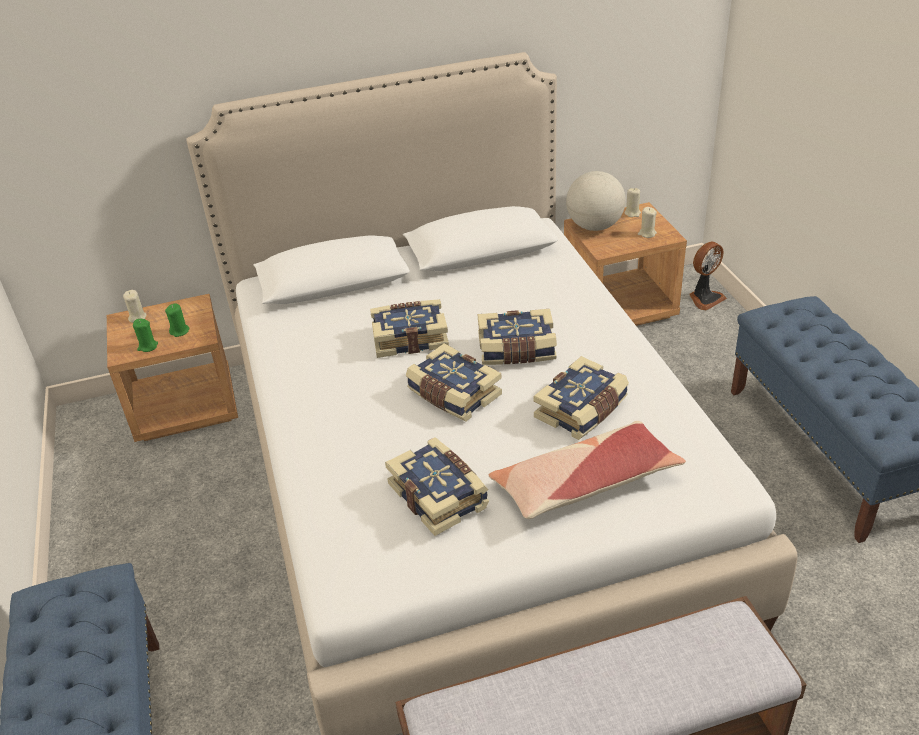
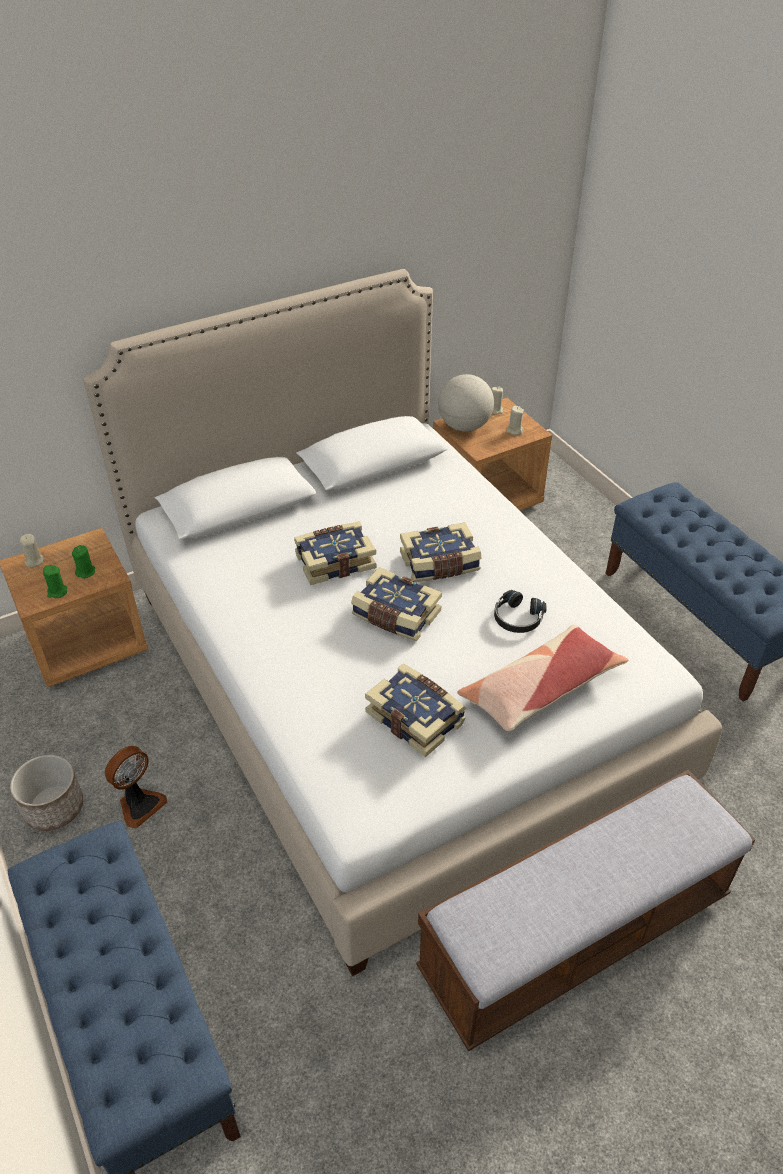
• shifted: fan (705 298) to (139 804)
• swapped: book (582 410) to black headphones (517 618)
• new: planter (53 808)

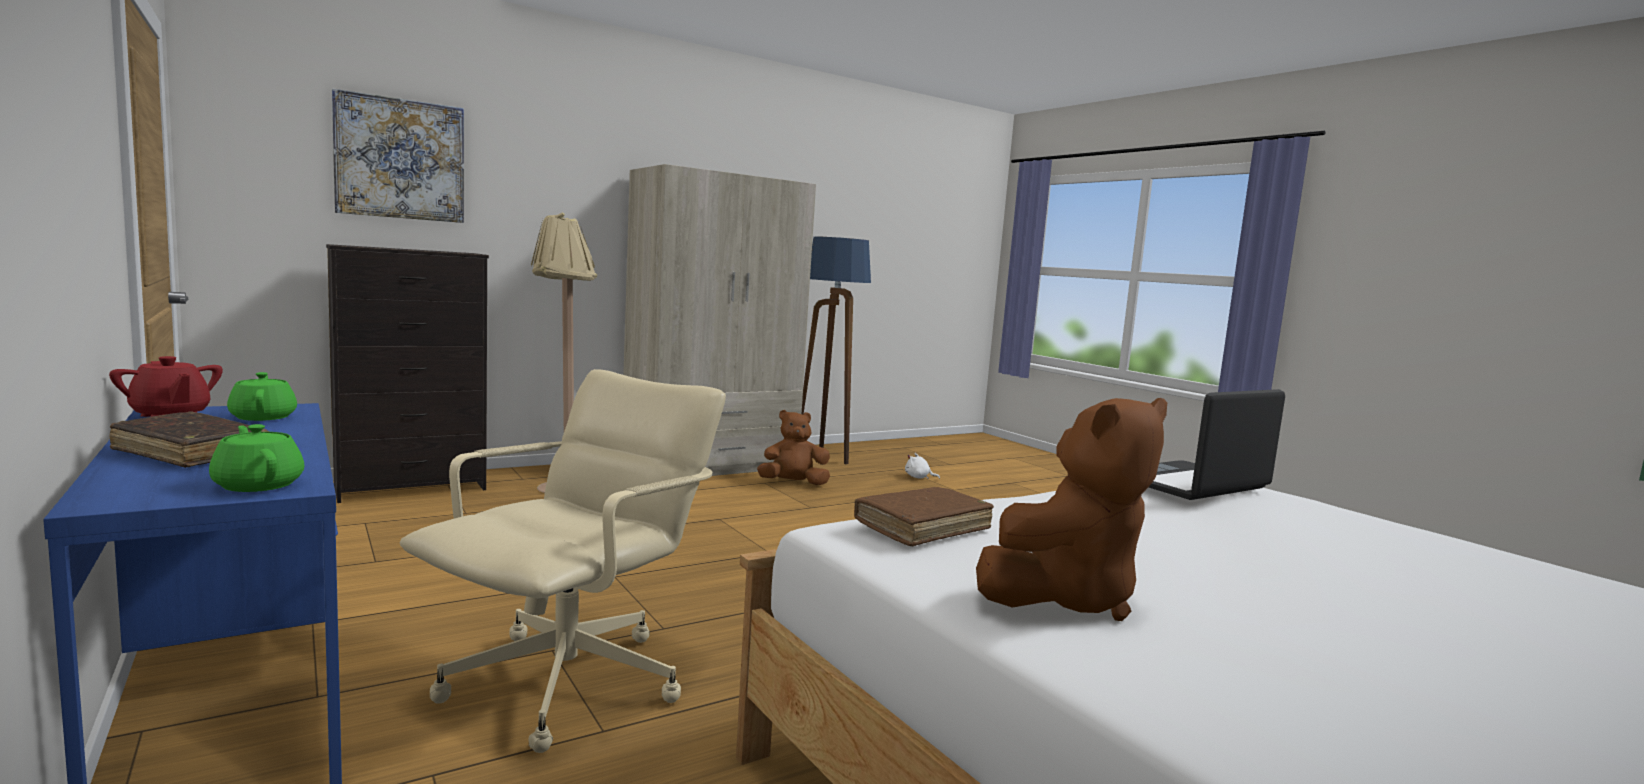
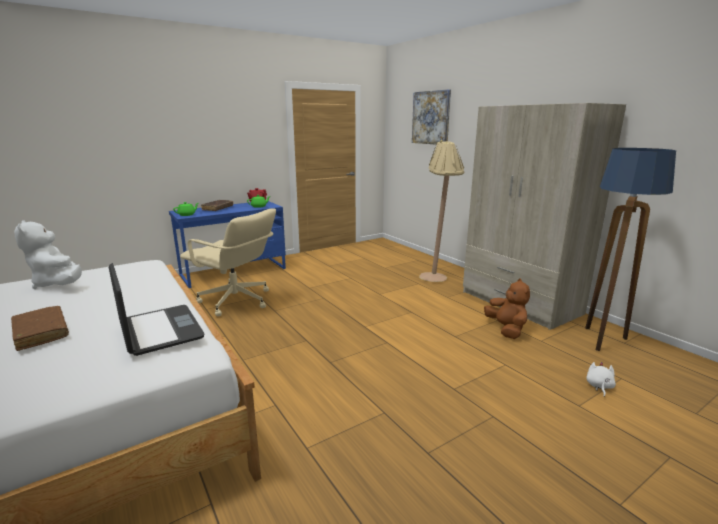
• gone: black dresser (412 487)
• repainted: brown plush toy (1064 597) to white plush toy (58 284)
• shifted: brown book (922 527) to (41 333)

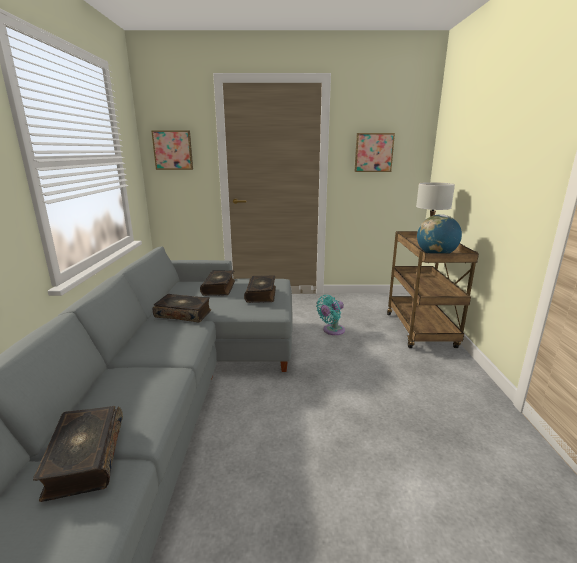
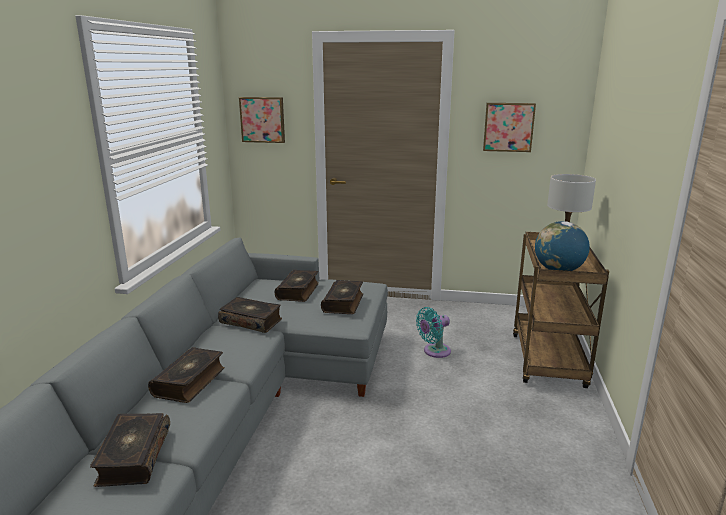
• new: book (190 382)

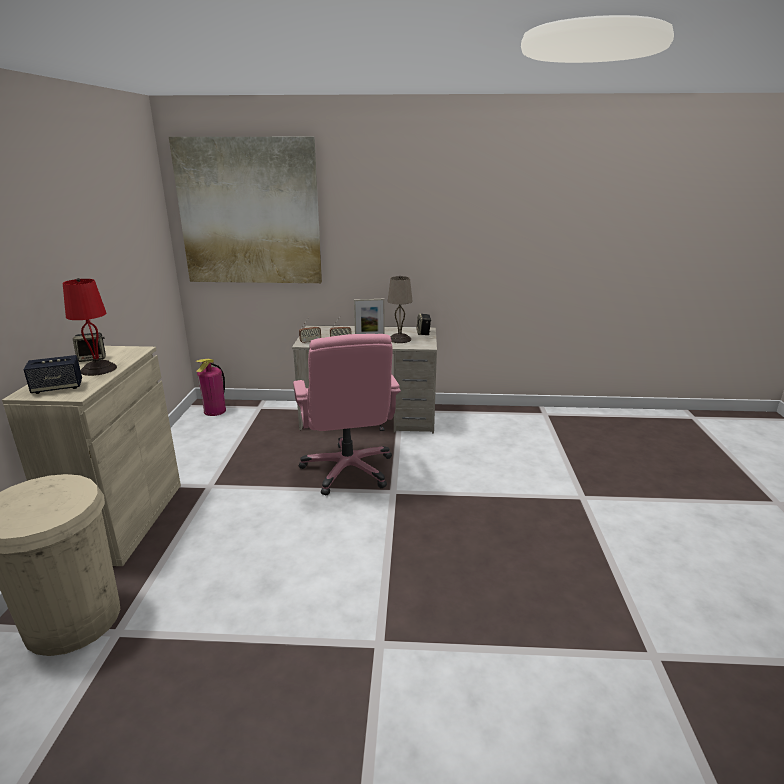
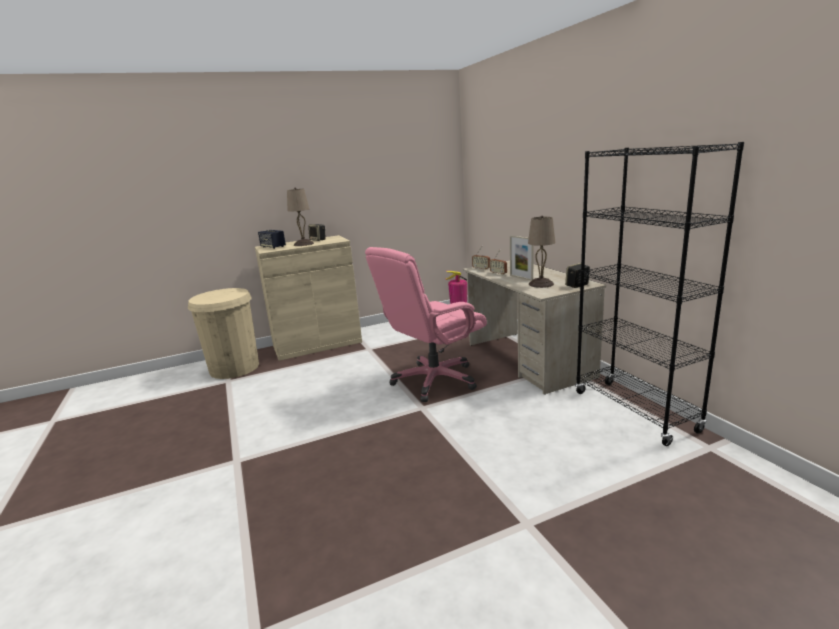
• gone: picture (249 212)
• repainted: red table lamp (97 369) to beige table lamp (303 244)
• new: black bookcase (634 411)

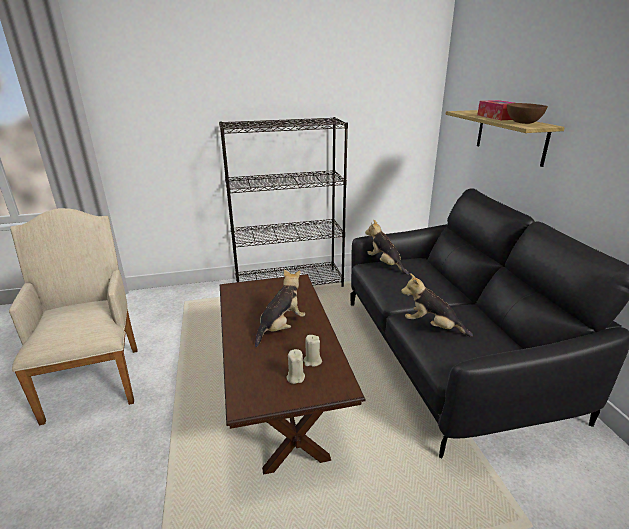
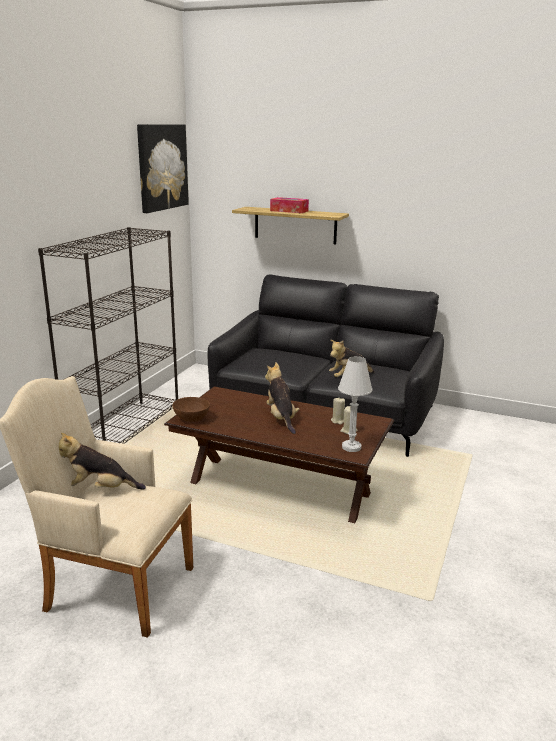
• shifted: brown bowl (523 122) to (191 419)
• shifted: plush toy (385 264) to (99 489)
• new: picture (162 167)
• new: white table lamp (351 447)

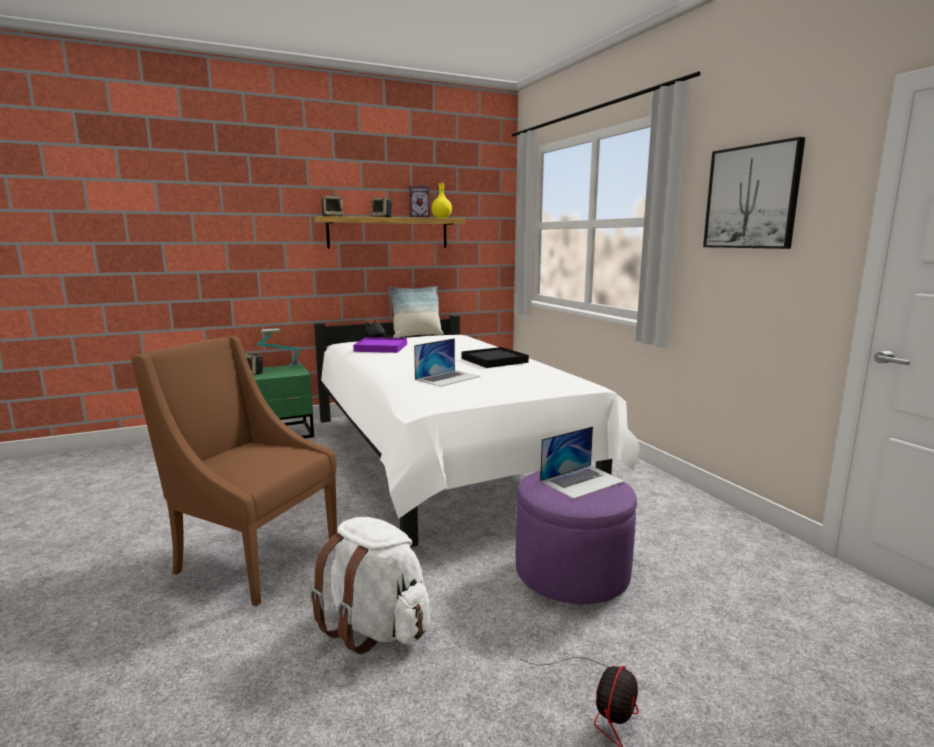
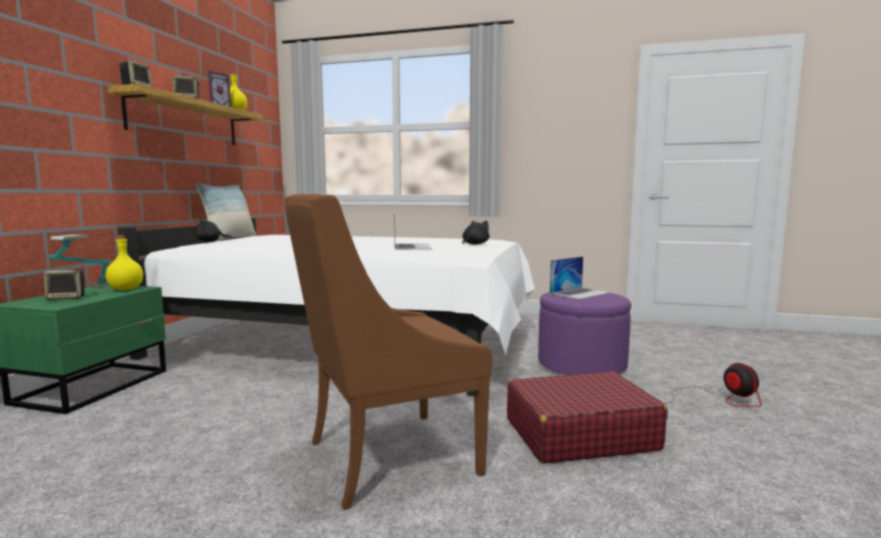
• gone: picture (751 197)
• gone: purple tray (381 348)
• gone: black tray (494 360)
• rotated: laptop (582 481) = (580 293) 45 degrees clockwise
• swapped: white backpack (376 627) to red suitcase (579 434)
• new: black plush toy (474 244)
• new: yellow bottle (125 289)

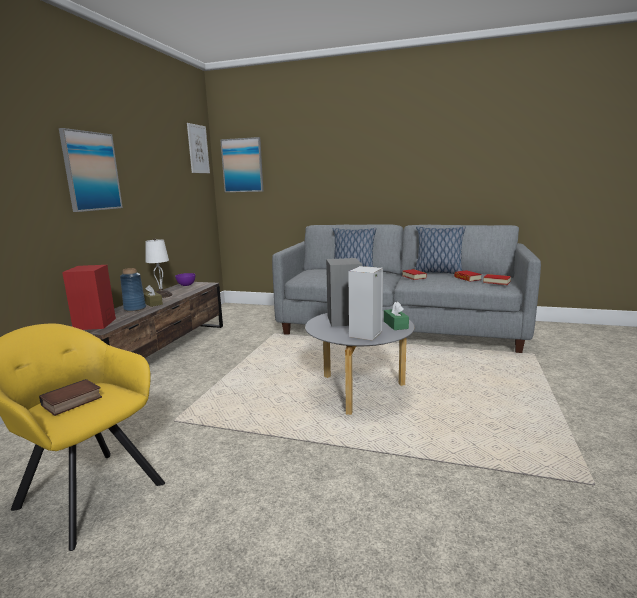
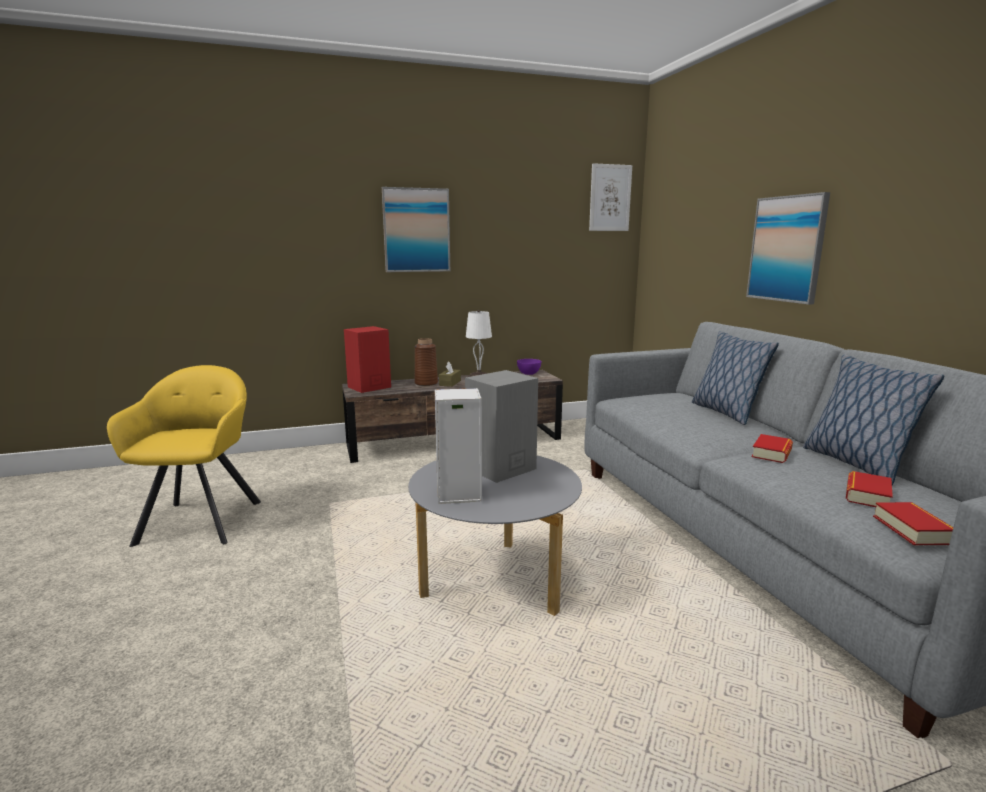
• shifted: picture (242 165) to (787 249)
• repainted: blue vase (135 308) to brown vase (426 383)
• gone: green tissue box (395 325)
• gone: book (72 402)

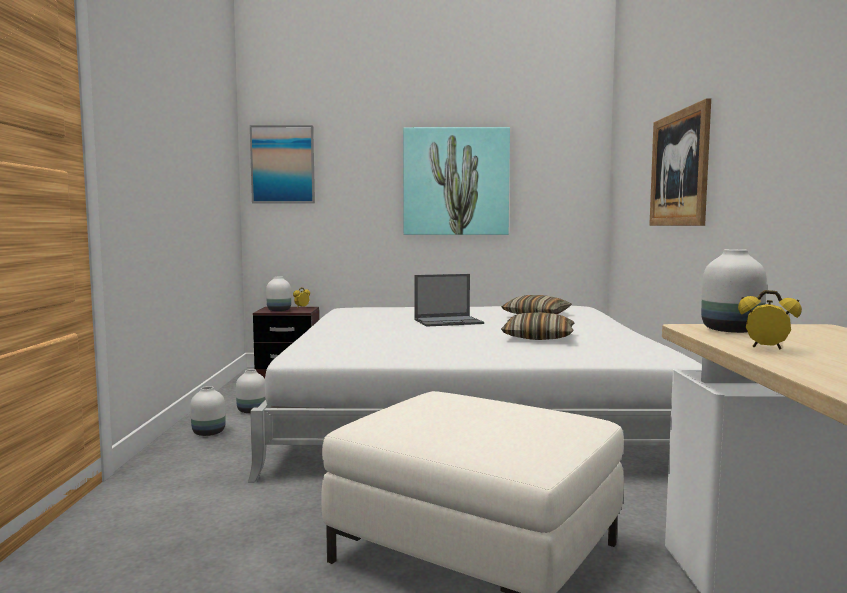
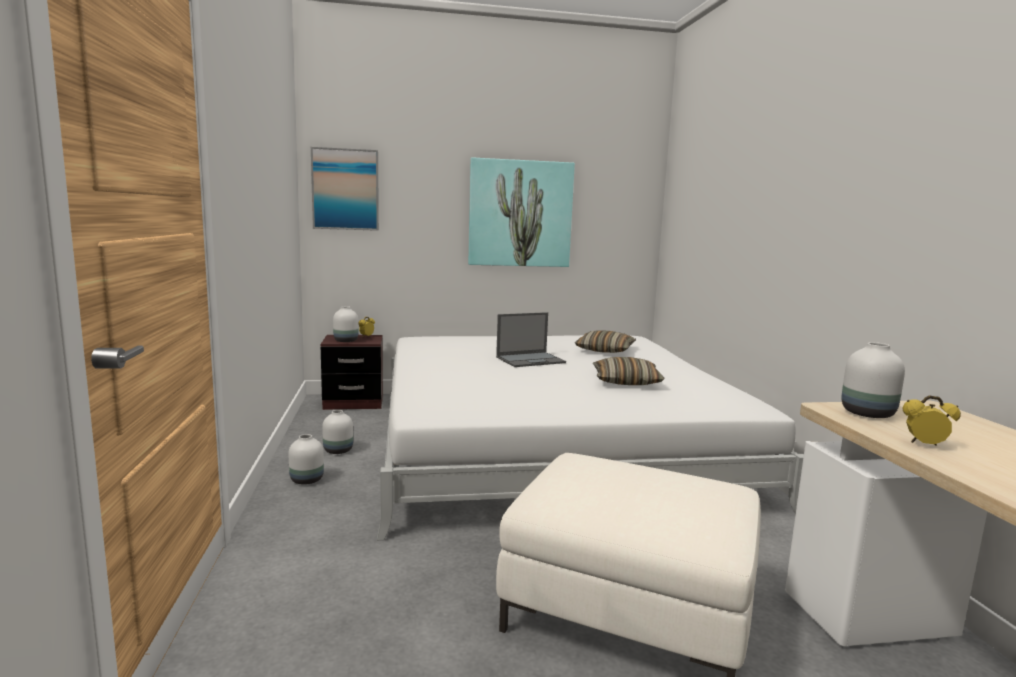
• gone: picture (679 169)

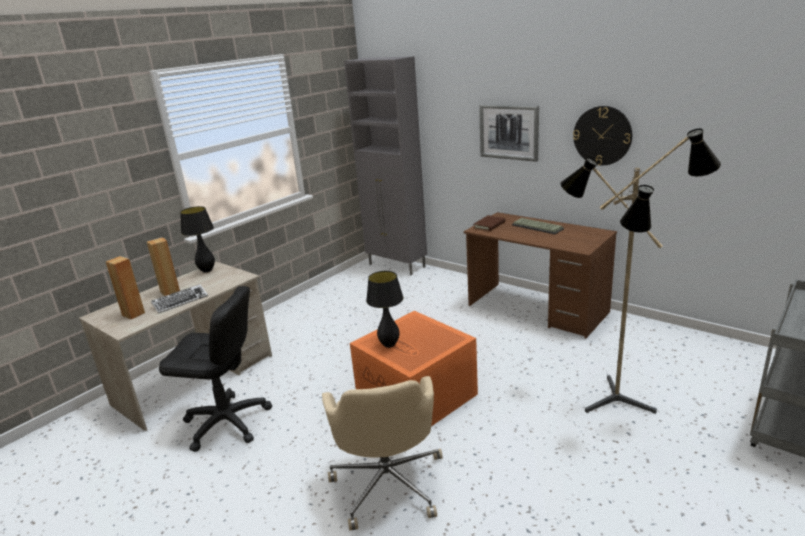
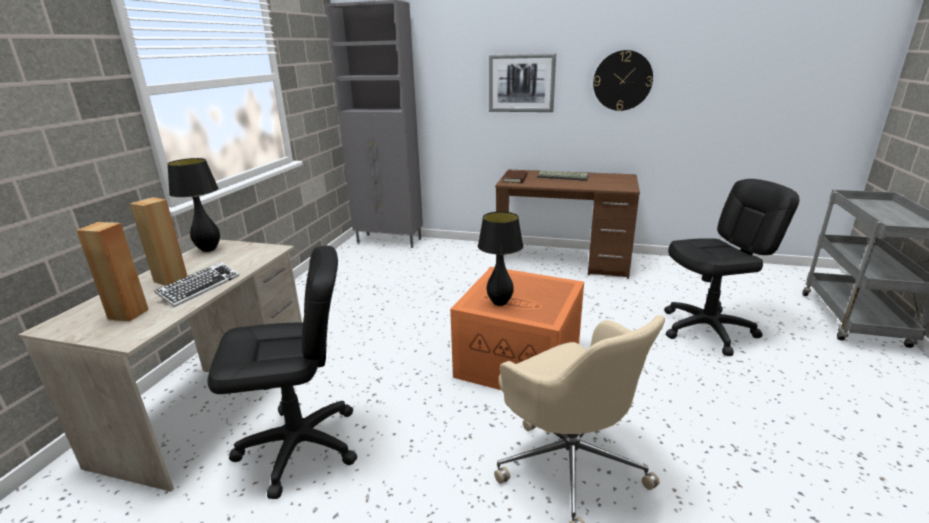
• swapped: floor lamp (614 405) to black office chair (707 330)

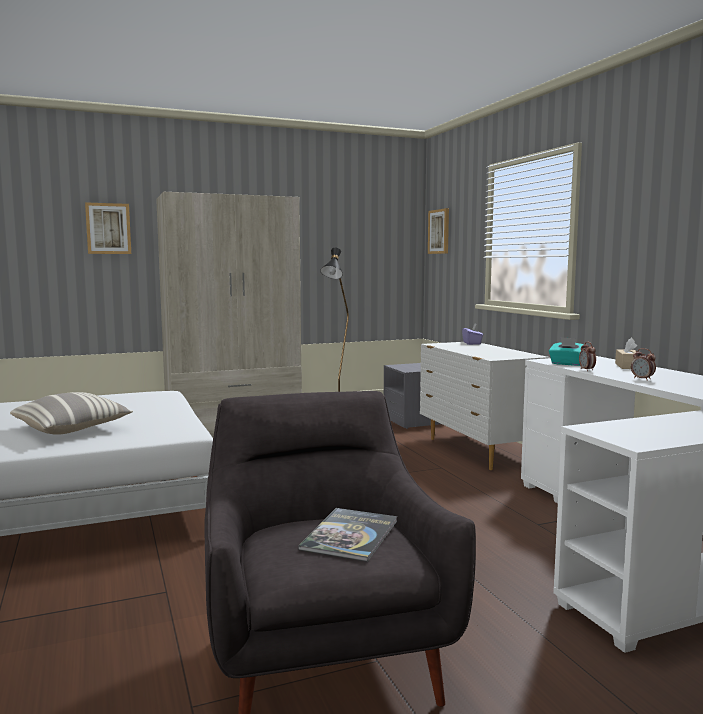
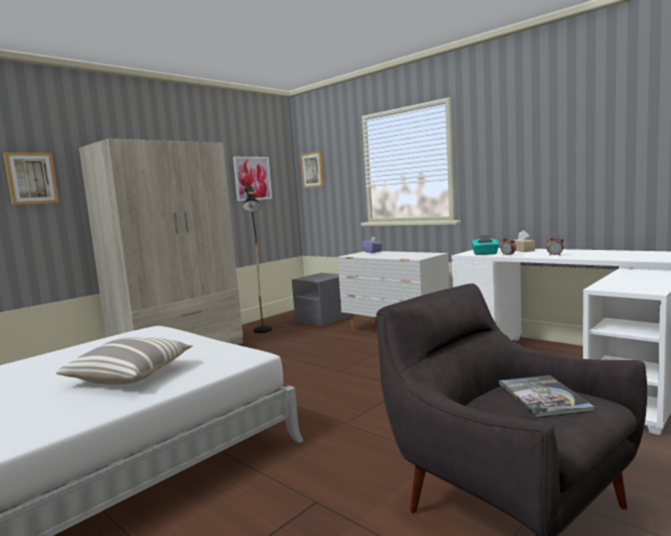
• new: picture (252 178)

